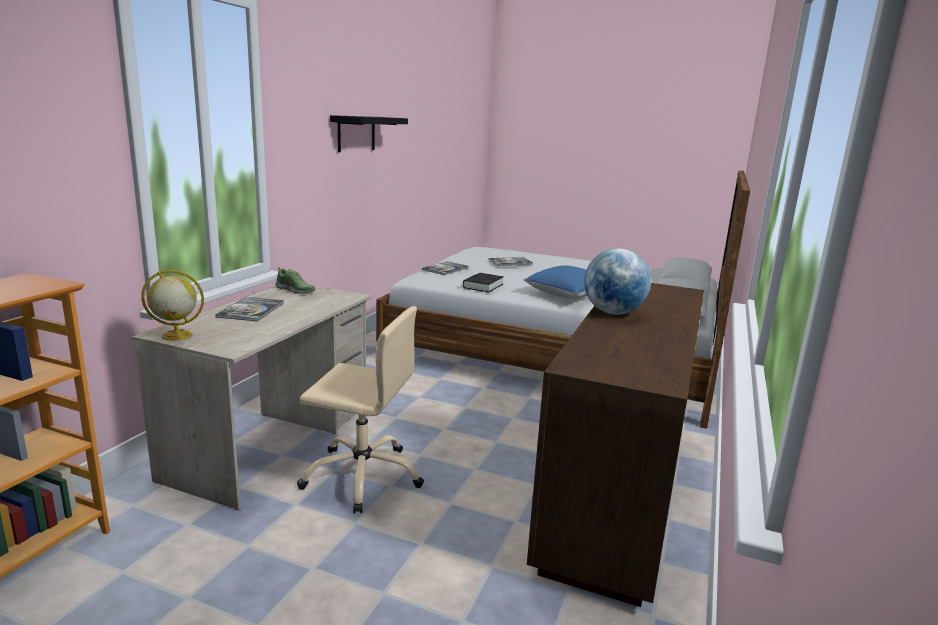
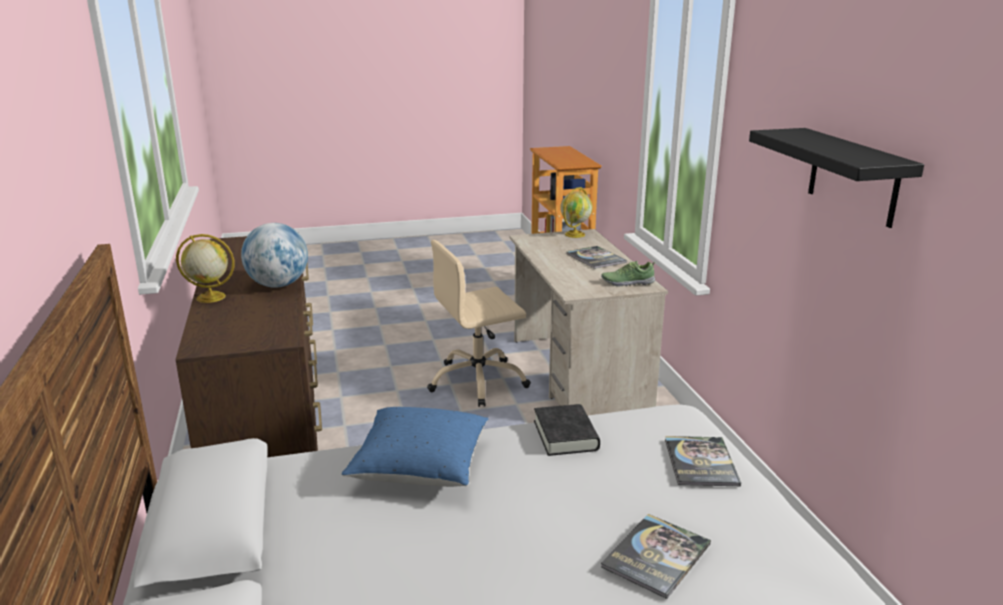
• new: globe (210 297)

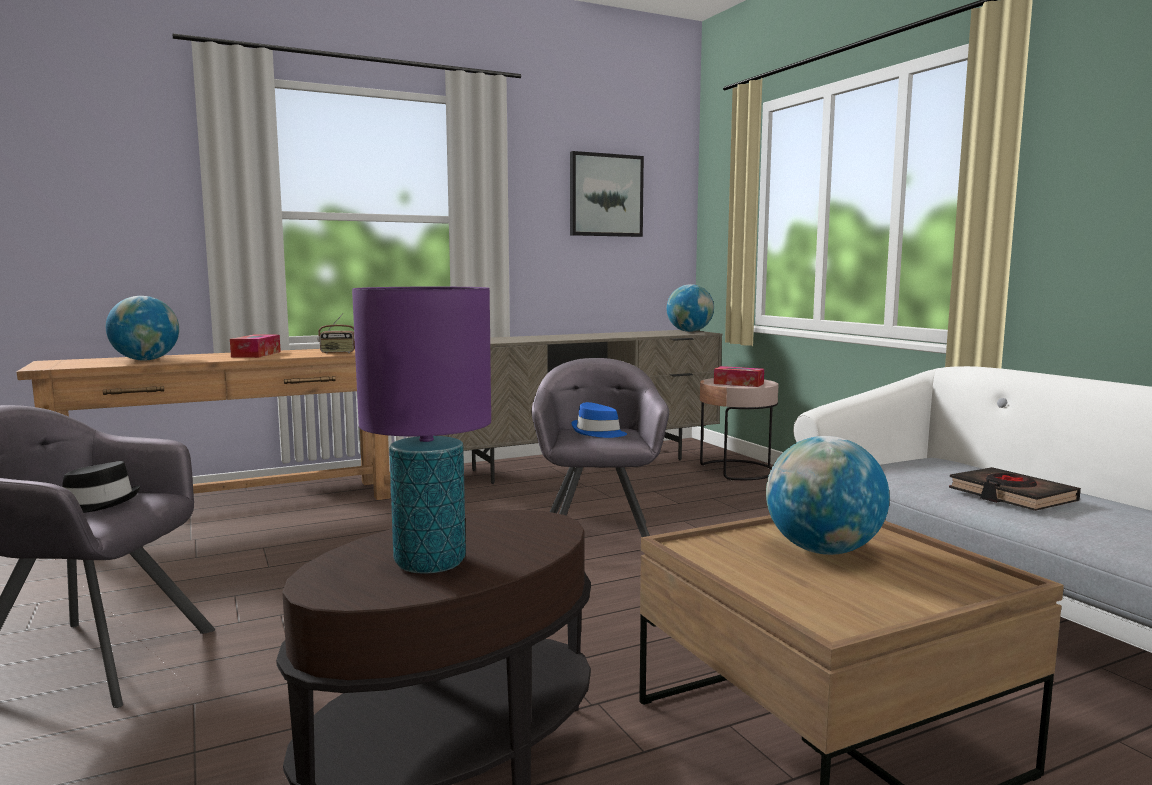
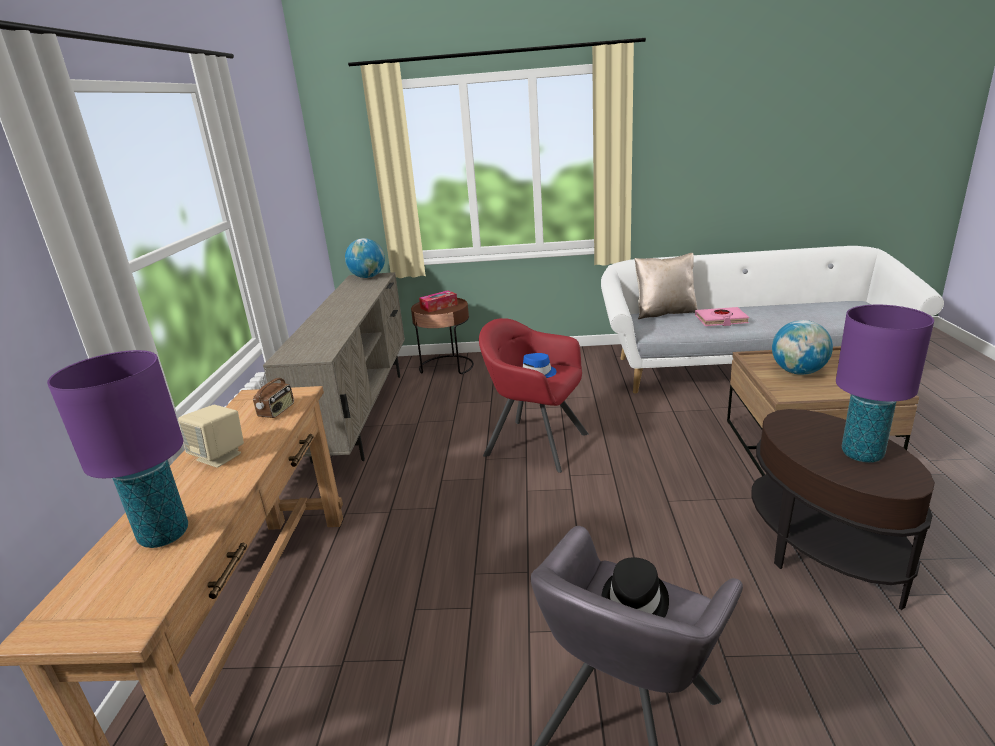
• gone: picture (605 195)
• swapped: globe (145 360) to purple table lamp (164 535)
• swapped: tissue box (256 354) to beige speaker (220 456)
• repainted: grey armchair (598 539) to red armchair (536 444)
• repainted: pink side table (736 470) to brown side table (446 367)
• repainted: black book (1011 496) to pink book (721 320)
• new: beige pillow (664 313)

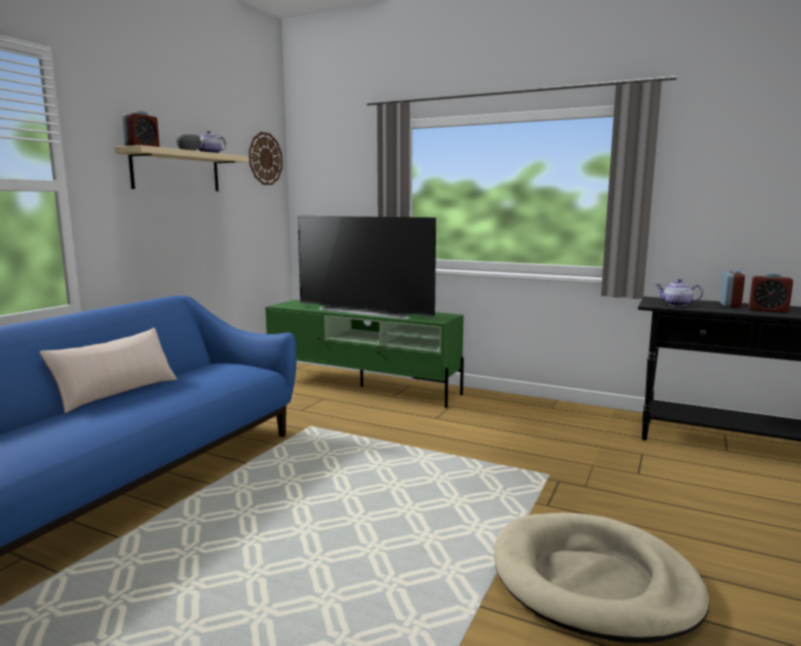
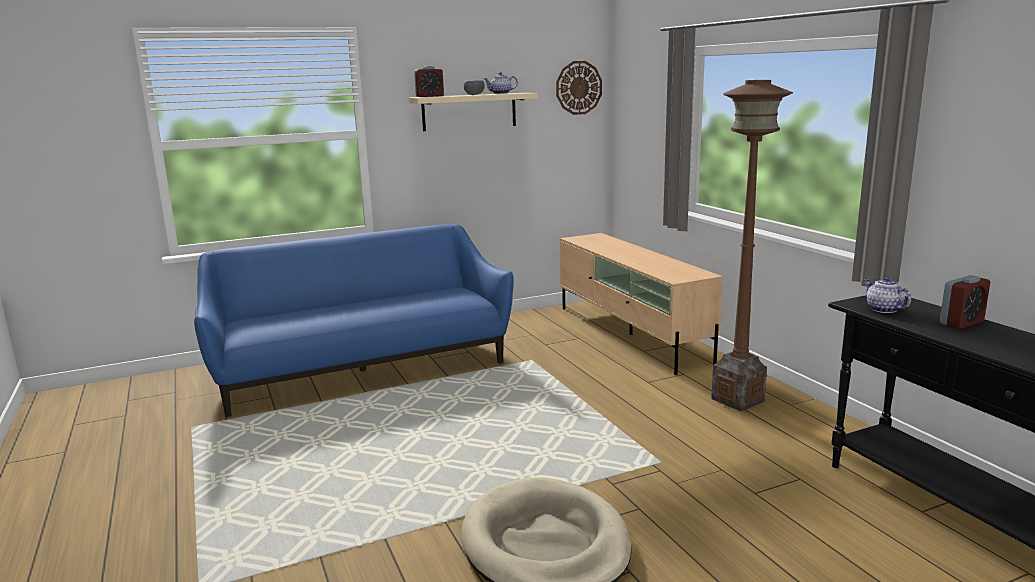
• gone: television (366 311)
• gone: alarm clock (768 310)
• repainted: green tv stand (362 386) to beige tv stand (631 334)
• gone: beige pillow (116 392)
• new: brown floor lamp (737 400)

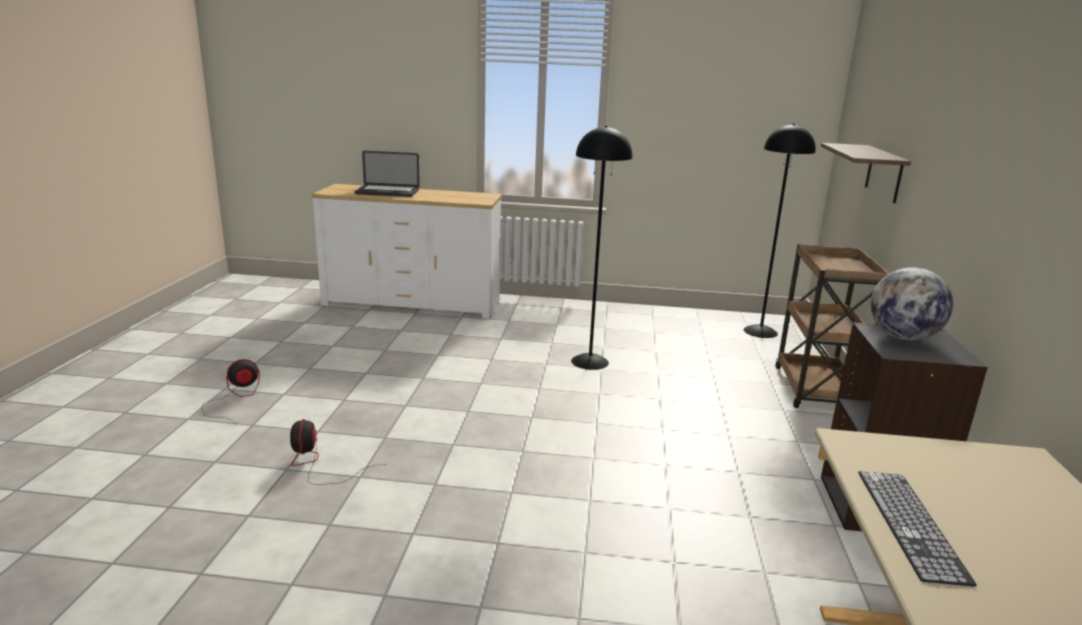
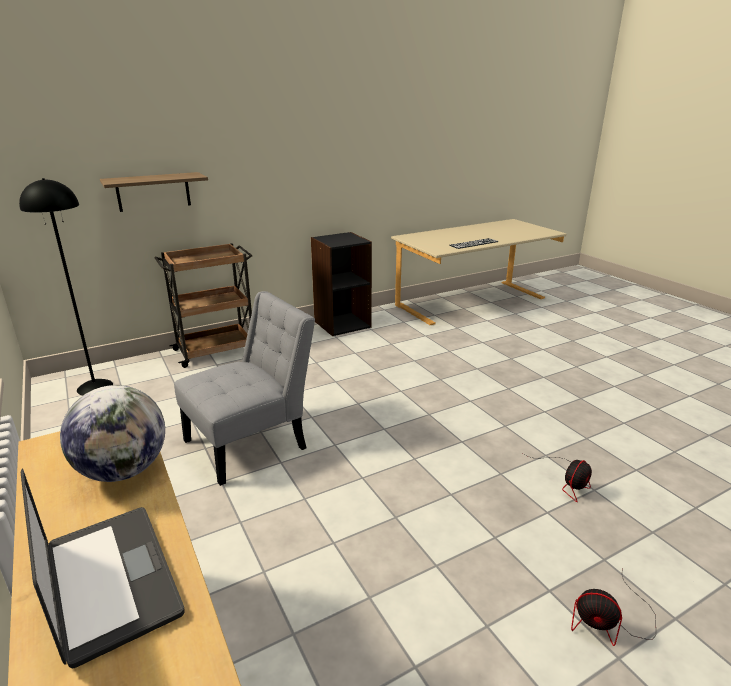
• swapped: black floor lamp (589 361) to grey chair (252 442)
• shifted: globe (903 337) to (124 470)

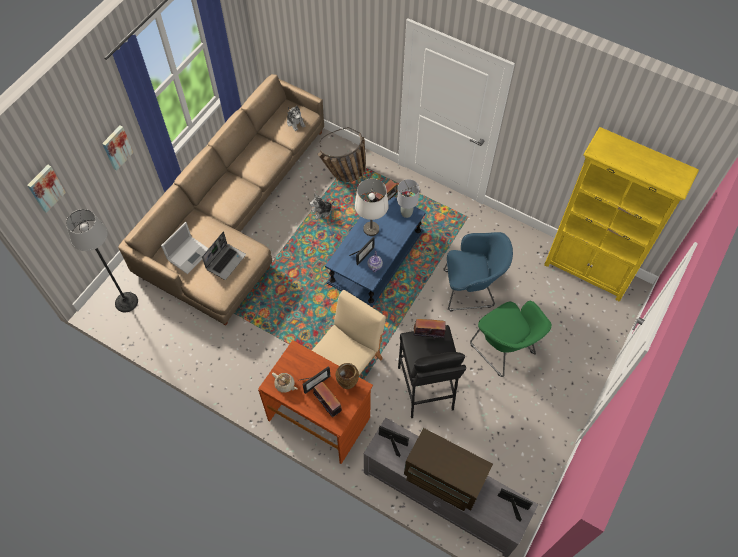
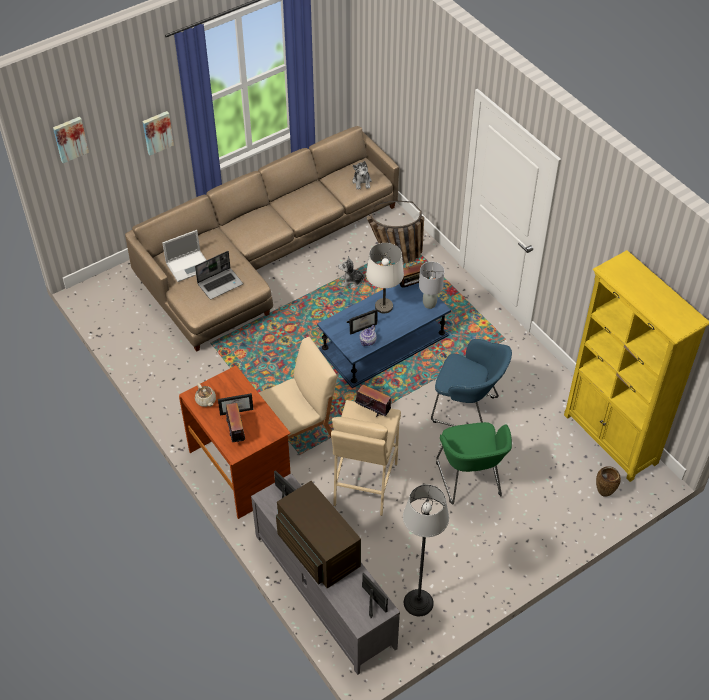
• shifted: floor lamp (126 302) to (418 602)
• repainted: black stool (425 388) to beige stool (364 484)
• shifted: brown vase (348 384) to (604 493)

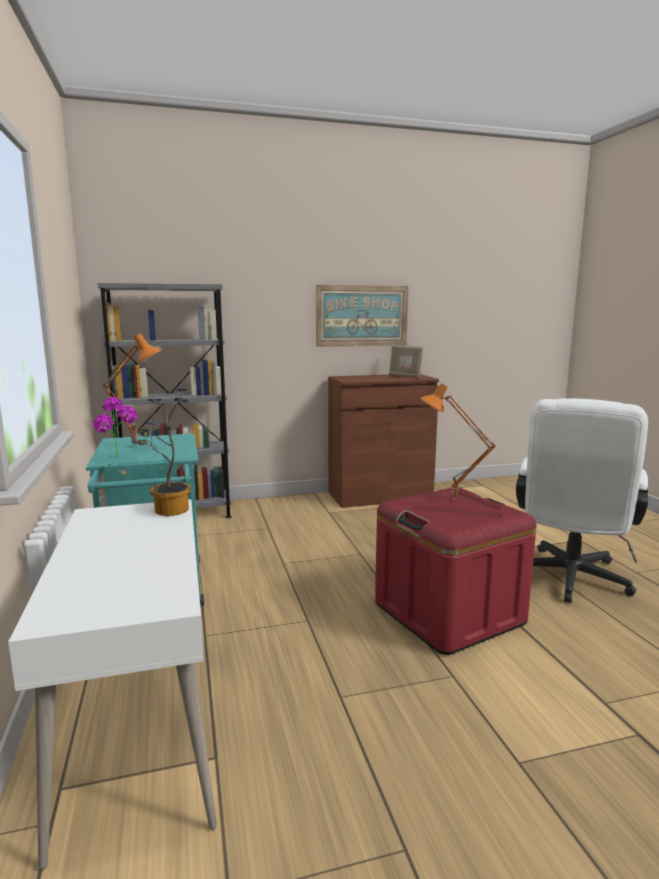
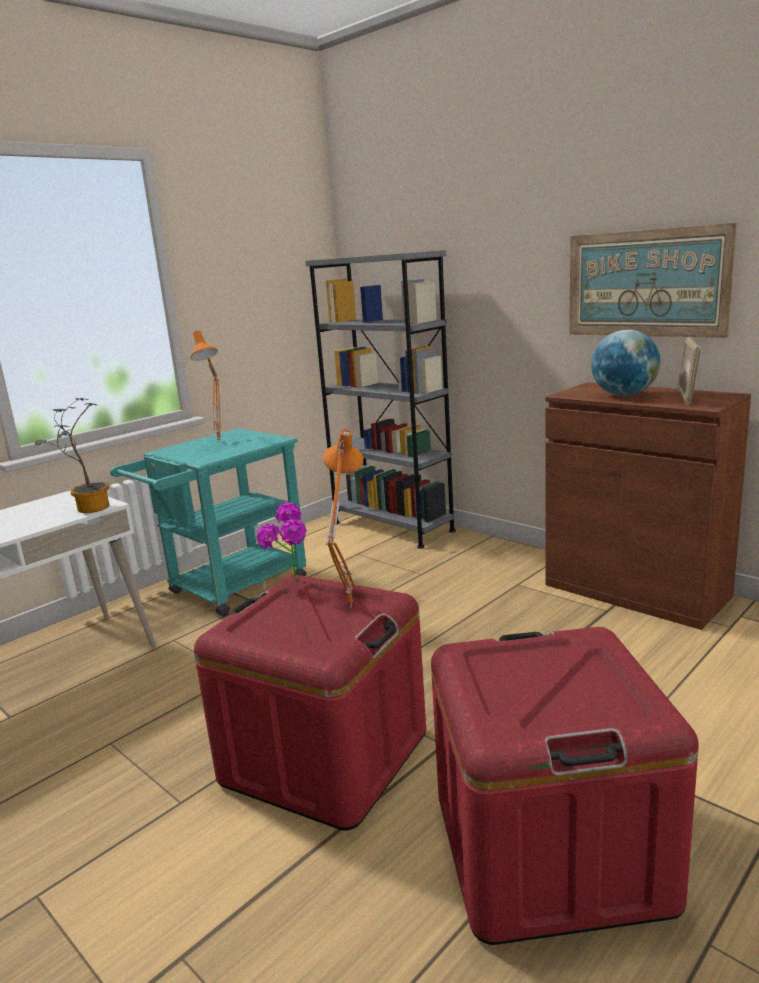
• shifted: potted plant (119 458) to (291 583)
• swapped: white office chair (569 581) to red storage box (549 850)
• new: globe (624 395)

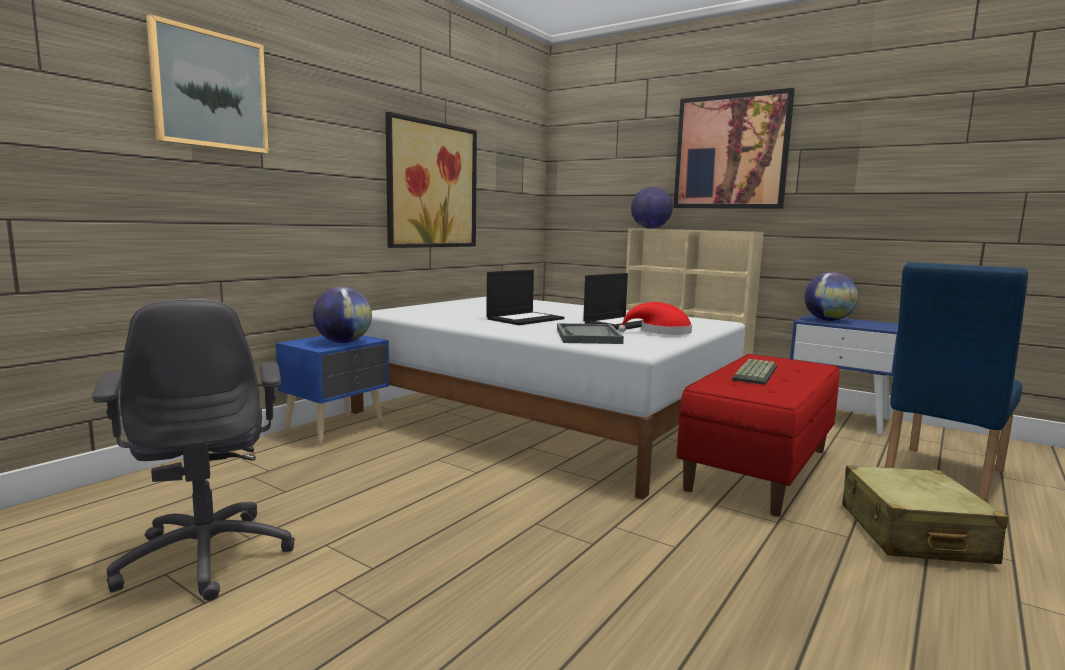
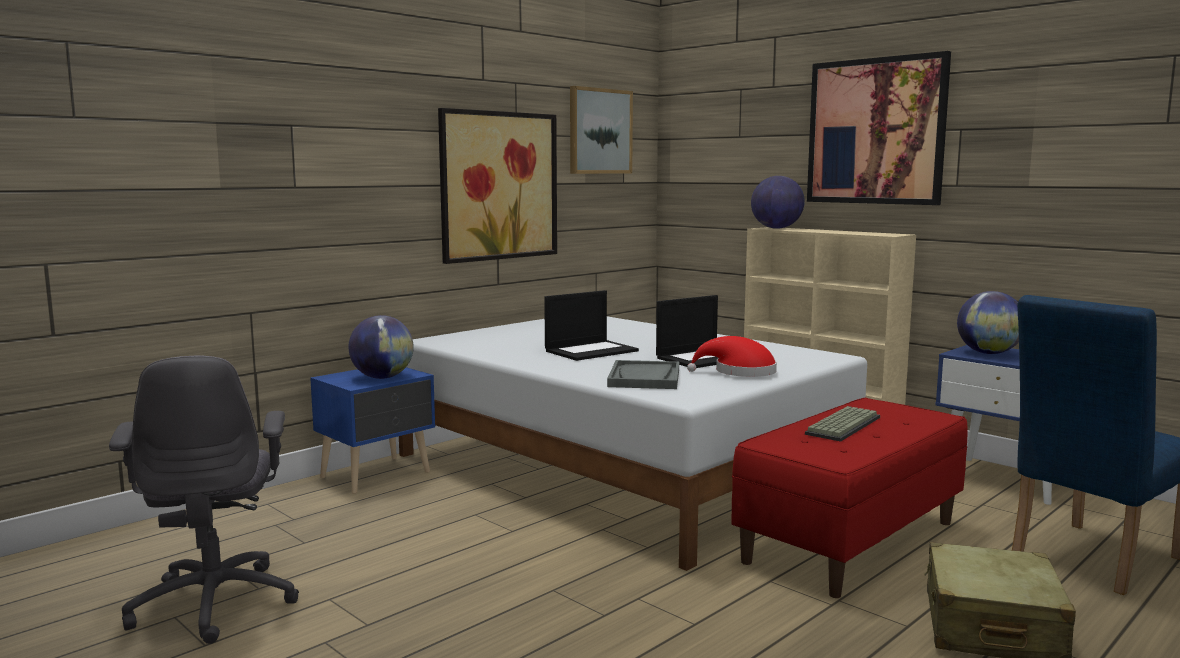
• shifted: picture (210 90) to (599 131)

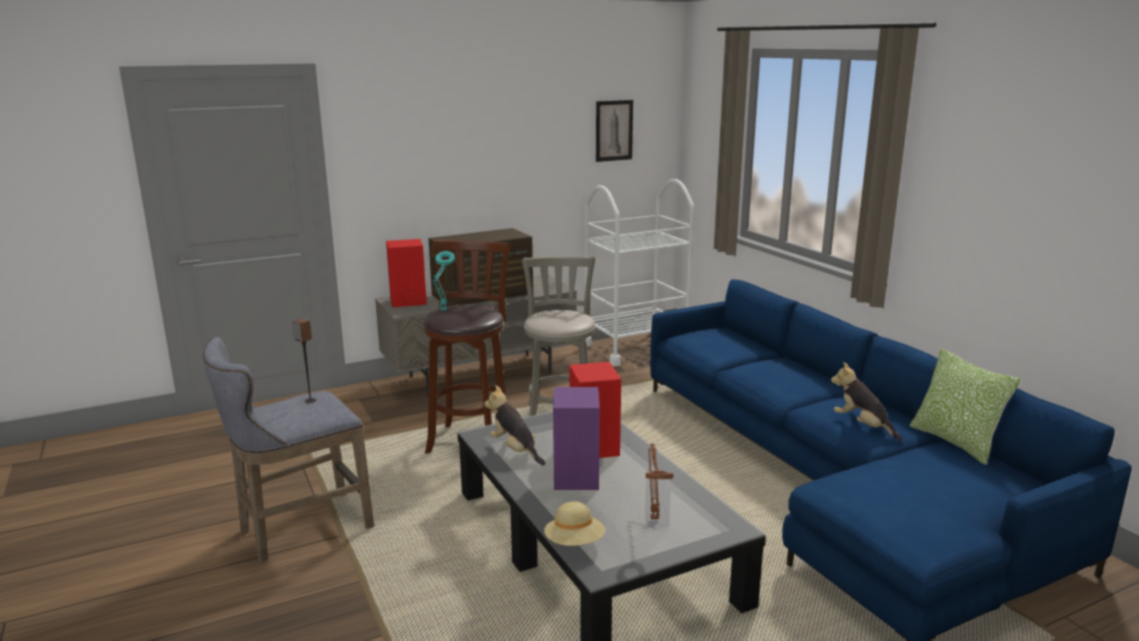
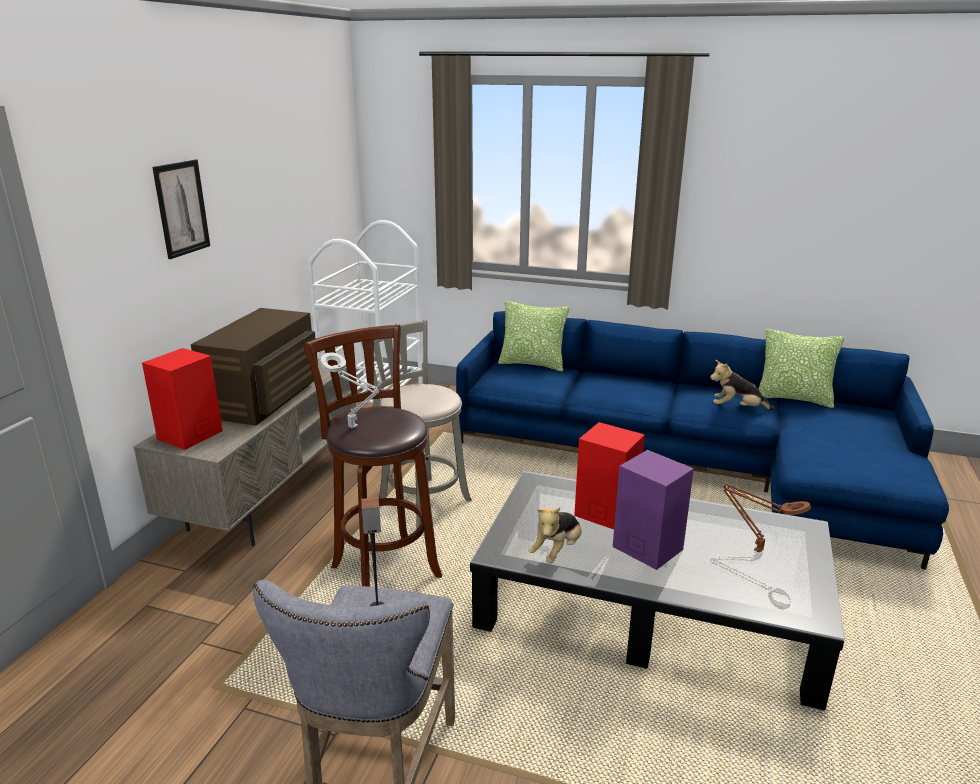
• shifted: picture (614 130) to (182 208)
• repainted: turquoise table lamp (443 310) to grey table lamp (354 428)
• rotated: plush toy (515 450) = (557 551) 60 degrees counterclockwise
• gone: beige hat (574 543)
• new: pillow (532 364)

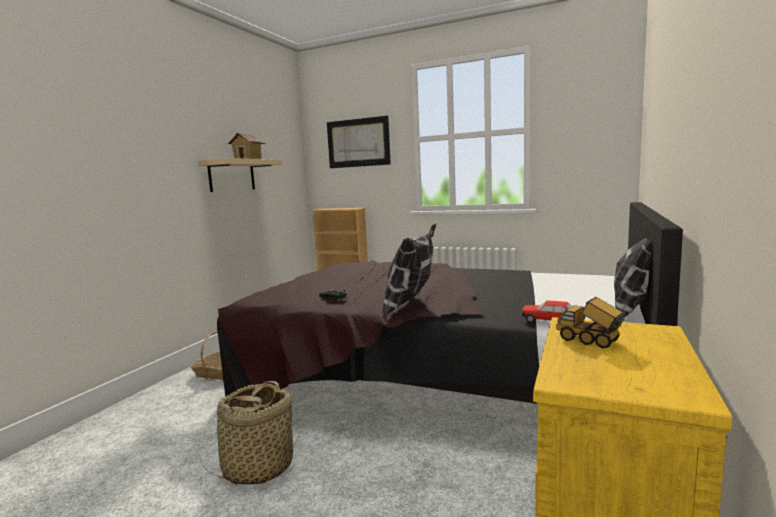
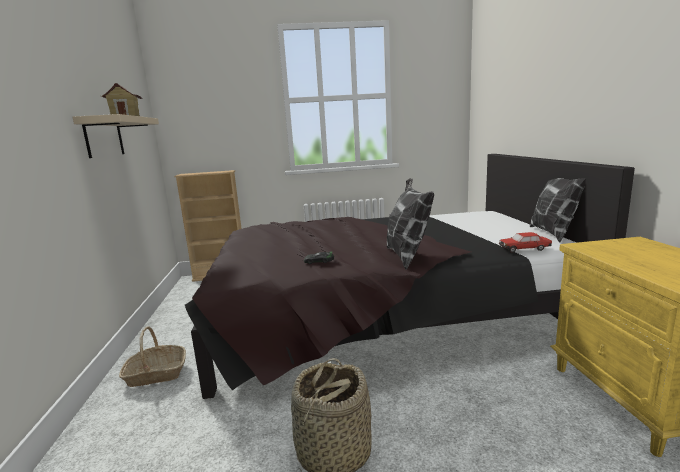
• gone: picture (358 143)
• gone: toy truck (590 341)

